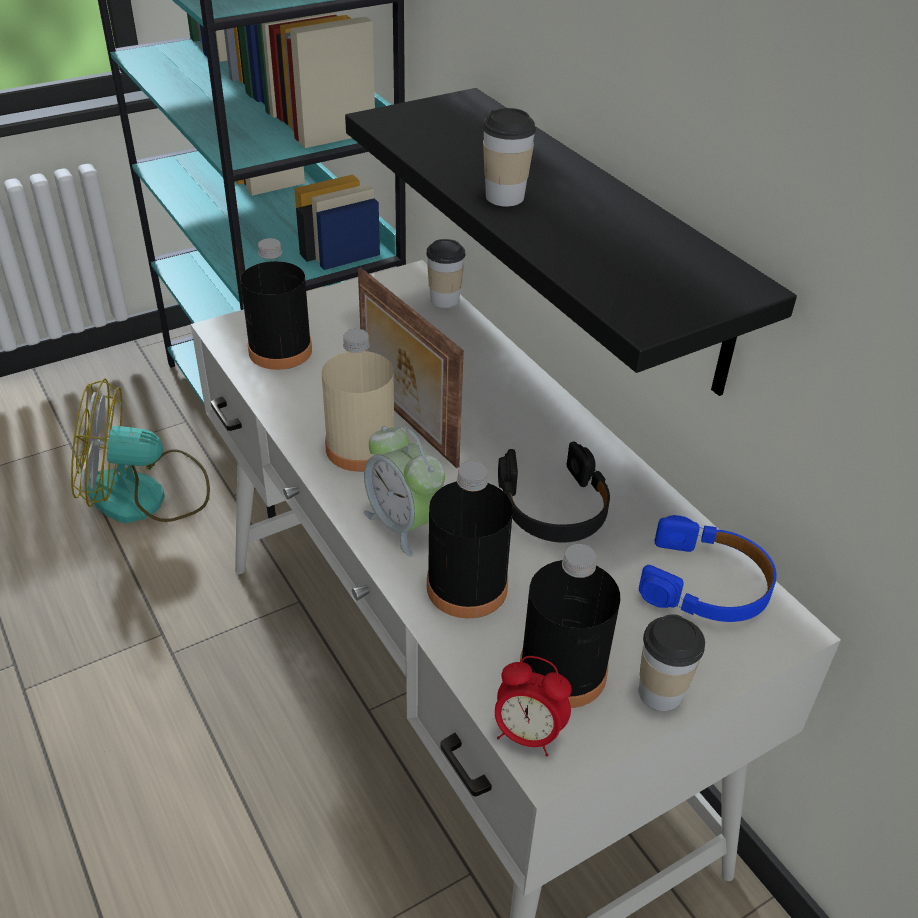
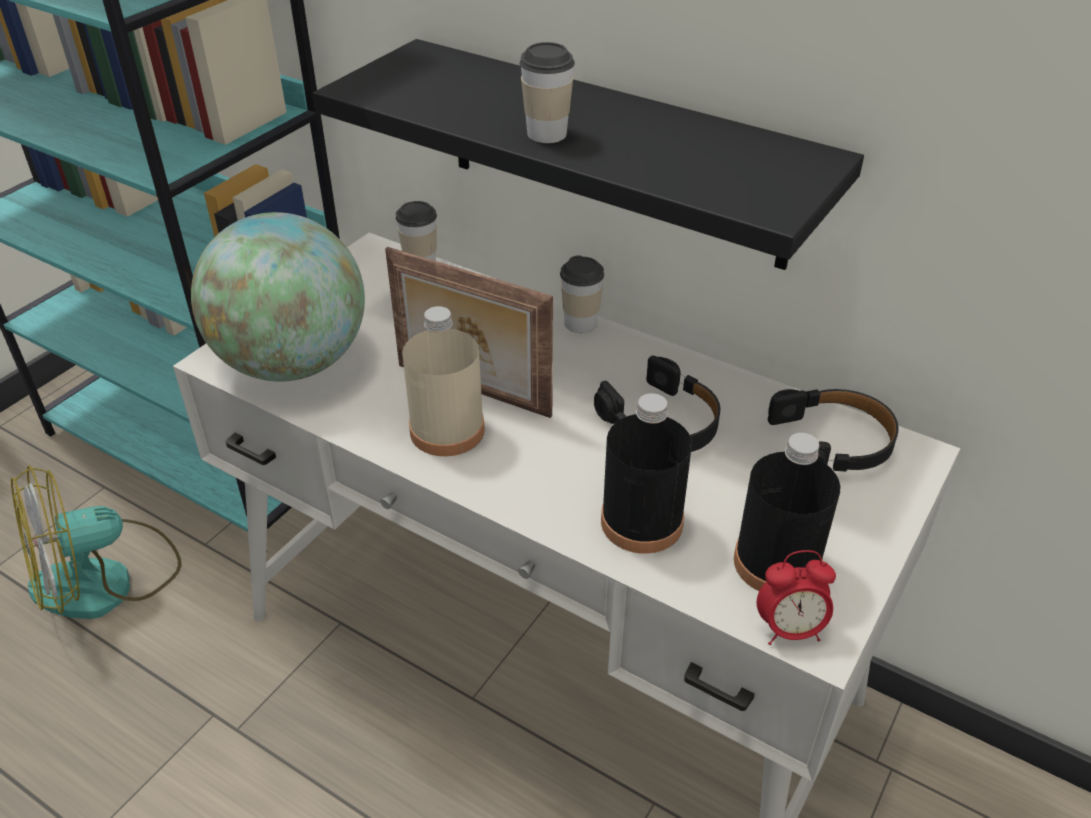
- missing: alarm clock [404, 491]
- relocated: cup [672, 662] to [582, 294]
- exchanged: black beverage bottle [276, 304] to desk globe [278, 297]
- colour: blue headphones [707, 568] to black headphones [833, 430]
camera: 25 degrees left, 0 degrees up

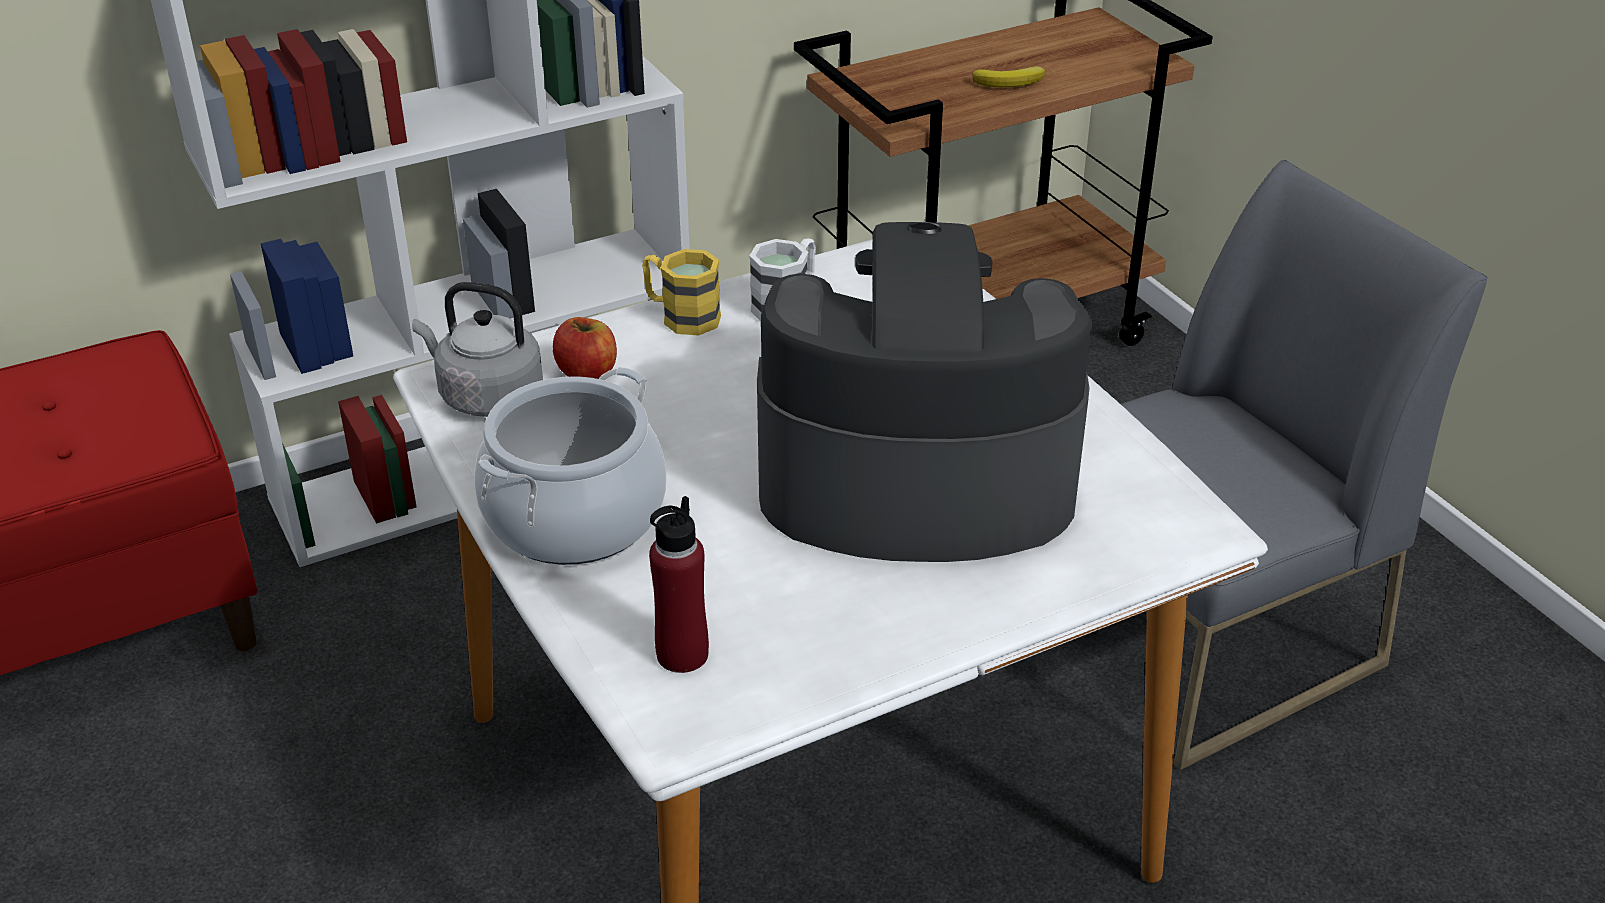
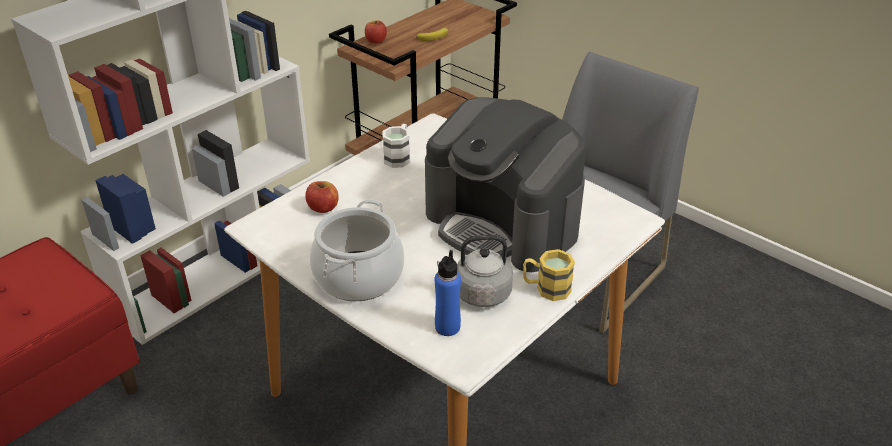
- appeared: apple fruit [376, 32]
- relocated: greyish water kettle [477, 349] to [475, 271]
- relocated: yellow tea mug [681, 292] to [549, 275]
- colour: reddish beverage bottle [679, 584] to blue beverage bottle [448, 293]
- spun: coffee maker [924, 392] = [505, 184] 120 degrees counterclockwise
camera: 20 degrees left, 0 degrees up

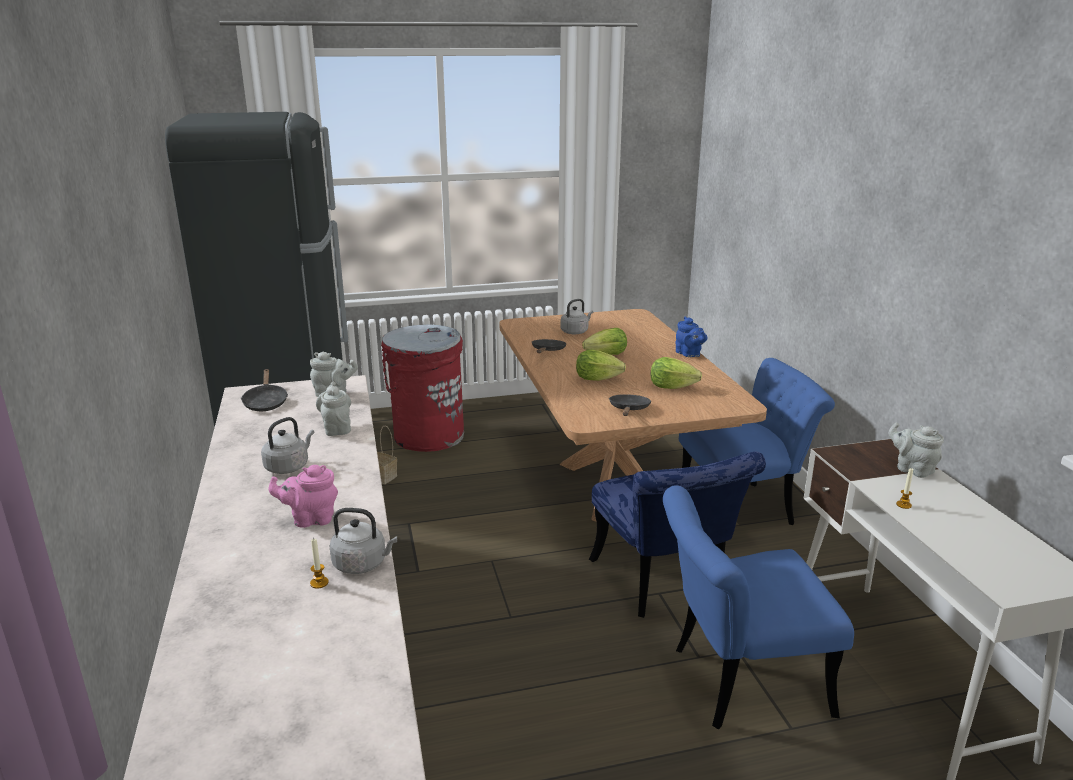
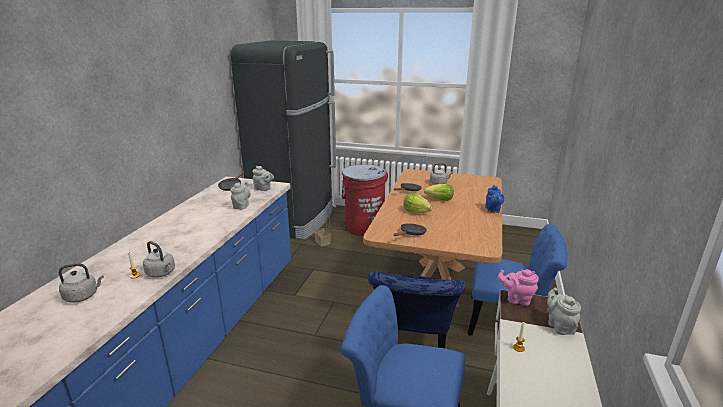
- missing: lettuce [676, 373]
- relocated: greyish water kettle [287, 445] to [81, 283]
- relocated: pink pot for tea [303, 496] to [518, 287]
camera: 30 degrees right, 0 degrees up

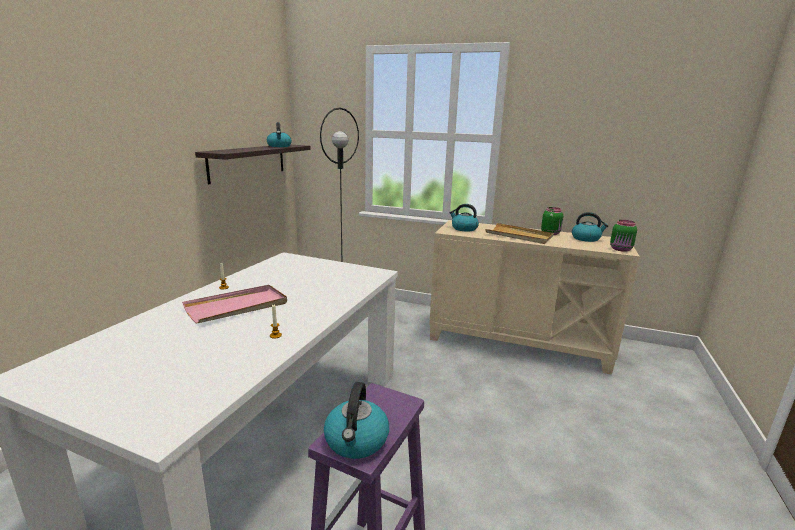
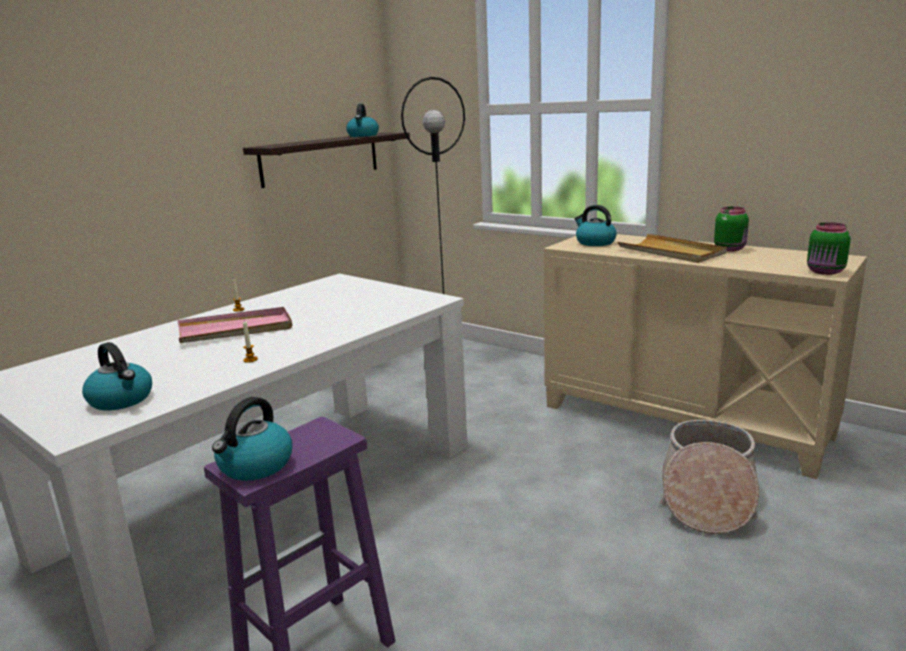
- appeared: storage basket [709, 477]
- relocated: water kettle [590, 227] to [117, 376]
camera: 20 degrees right, 0 degrees up

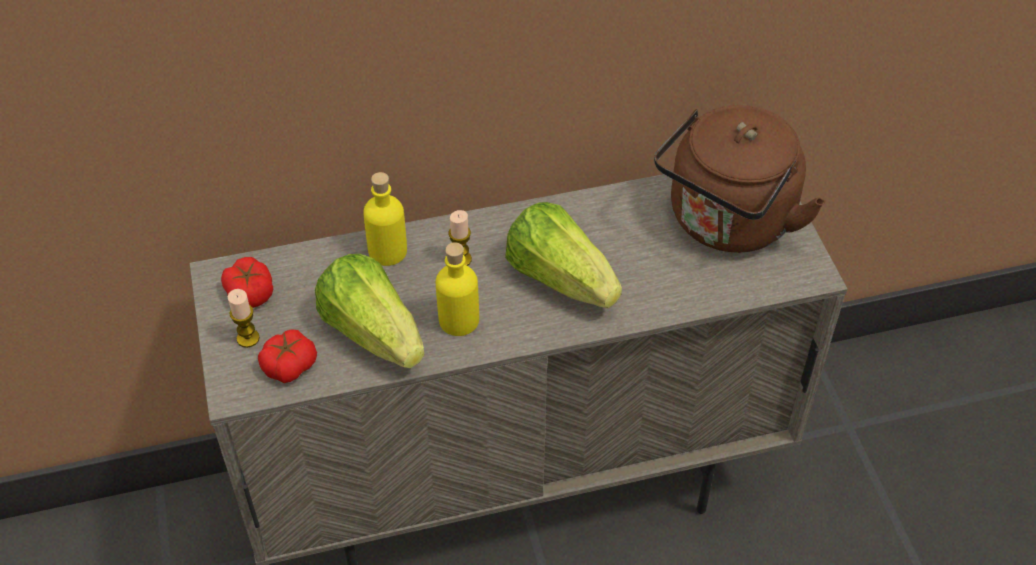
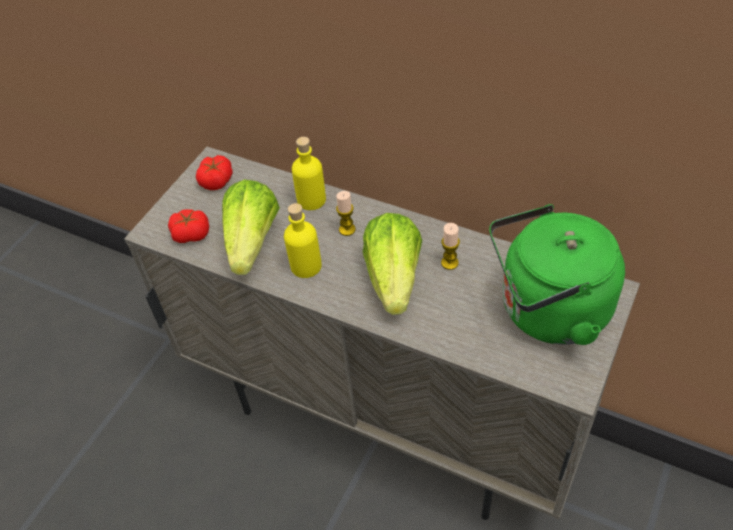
- relocated: candle [244, 318] to [450, 246]
- colour: brown water kettle [740, 179] to green water kettle [557, 274]
camera: 45 degrees right, 0 degrees up

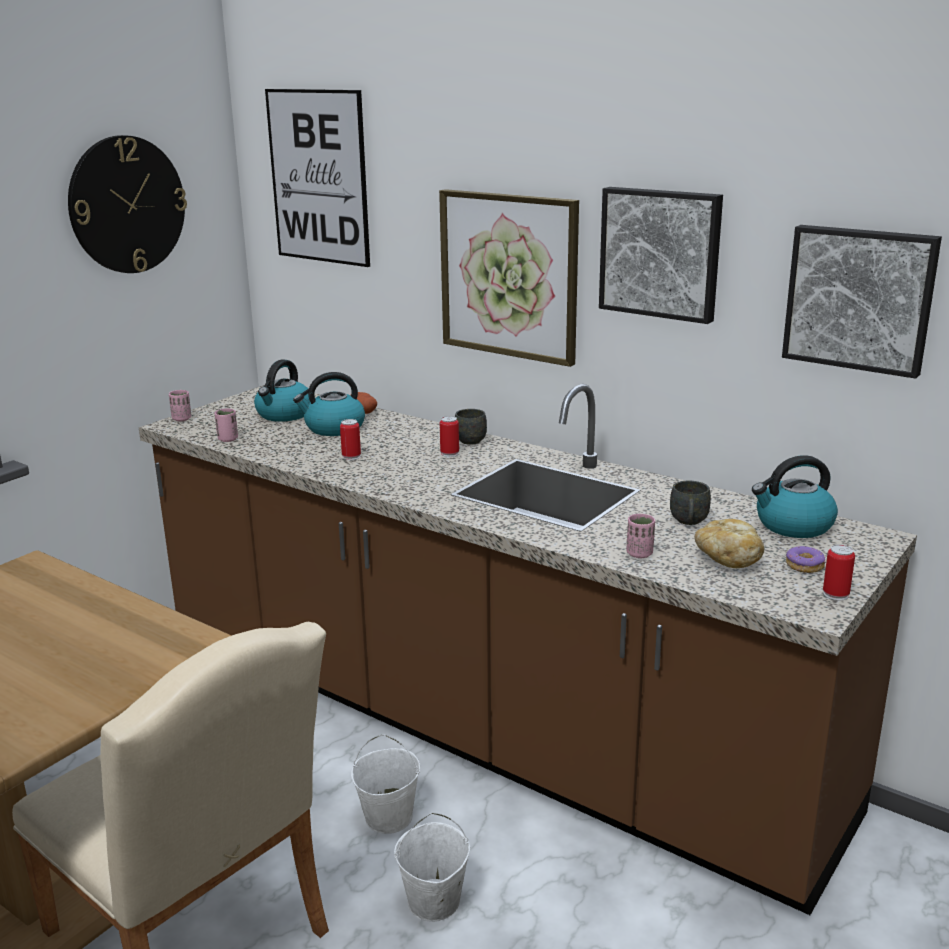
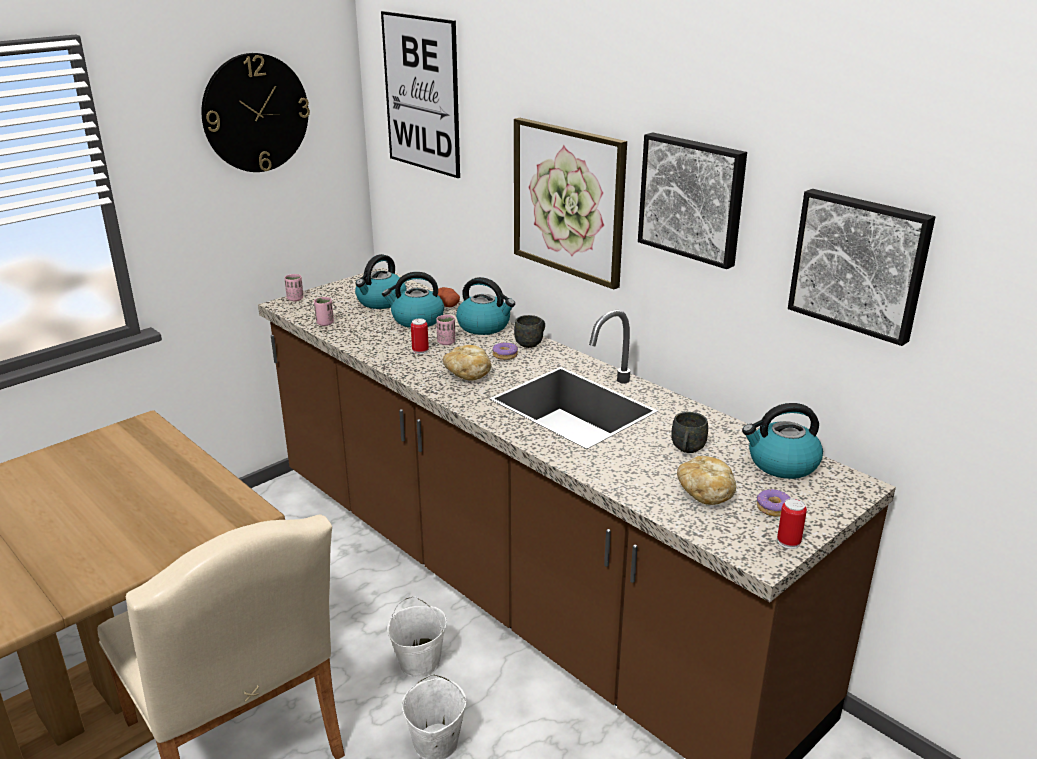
- appeared: bread [467, 363]
- appeared: water kettle [485, 306]
- relocated: pink cup [640, 536] to [445, 330]
- exchanged: can [449, 436] to donut [505, 351]
camera: 10 degrees right, 5 degrees up

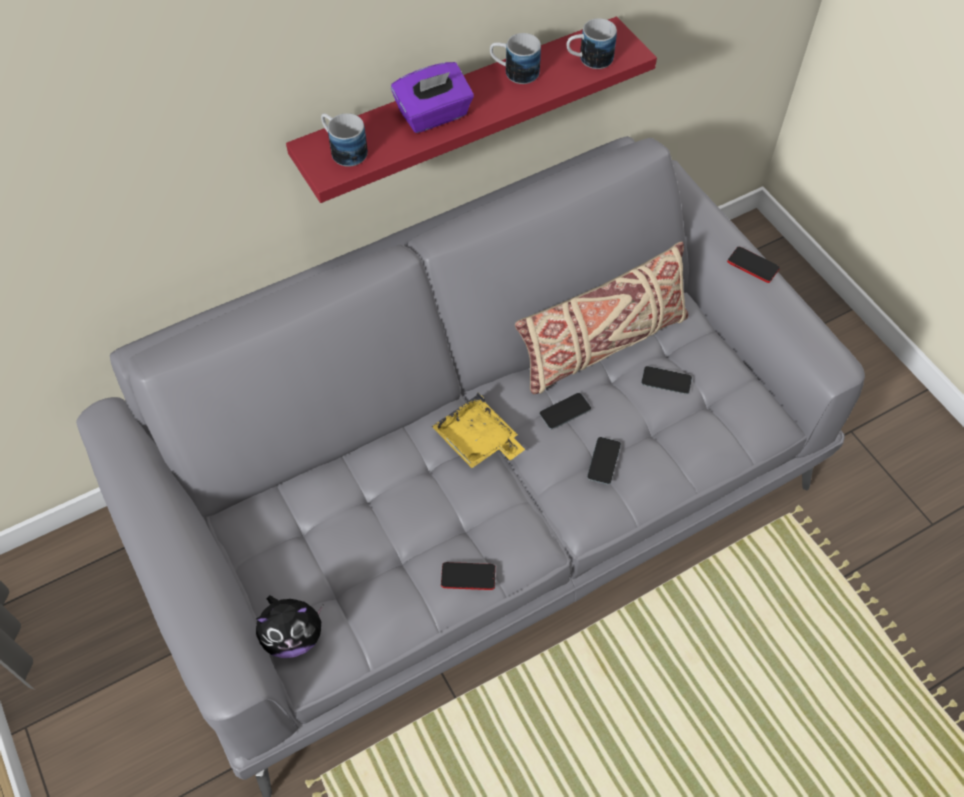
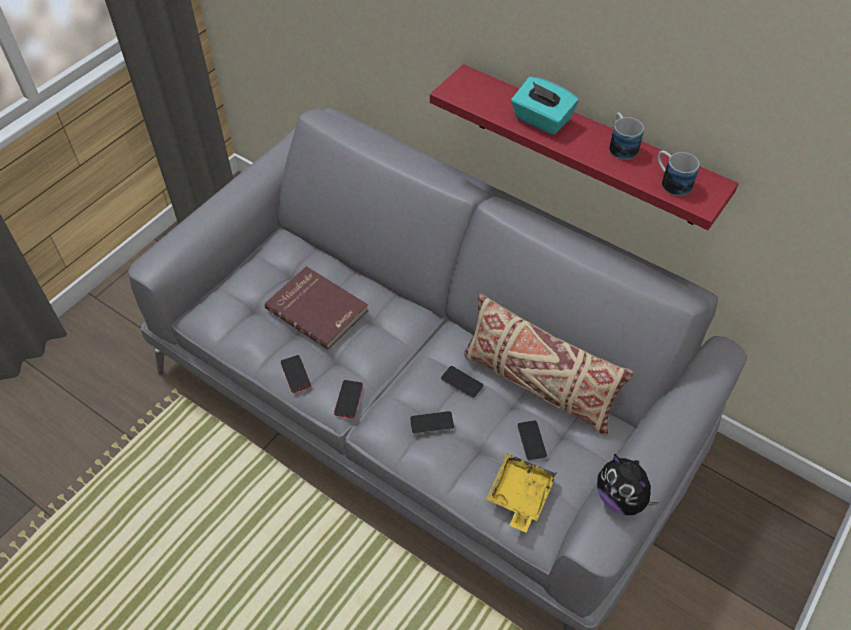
- missing: tea mug [344, 140]
- appeared: reddish volume [316, 308]
- relocated: plush toy [290, 626] to [628, 484]
- relocated: yellow carrying tray [478, 430] to [521, 492]
- relocated: telephone [753, 265] to [348, 399]
- colour: purple tissue box [432, 97] to turquoise-coloured tissue box [544, 106]
camera: 65 degrees right, 5 degrees down

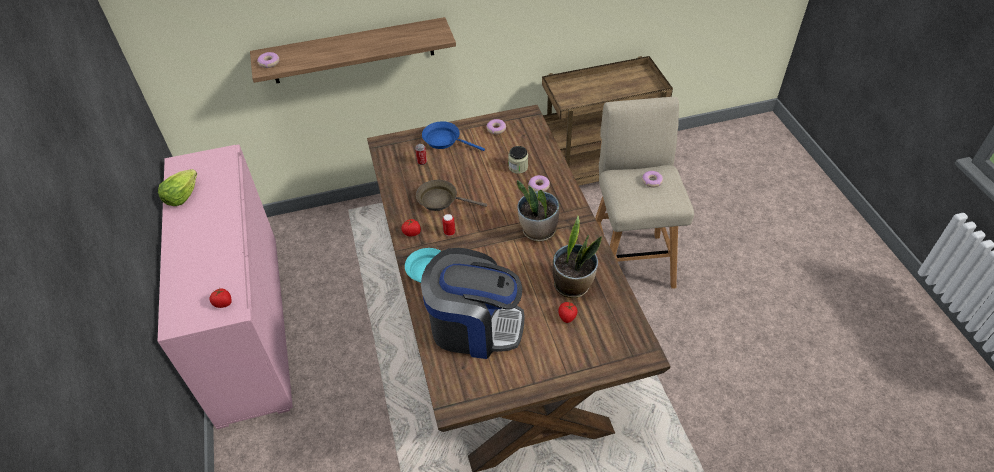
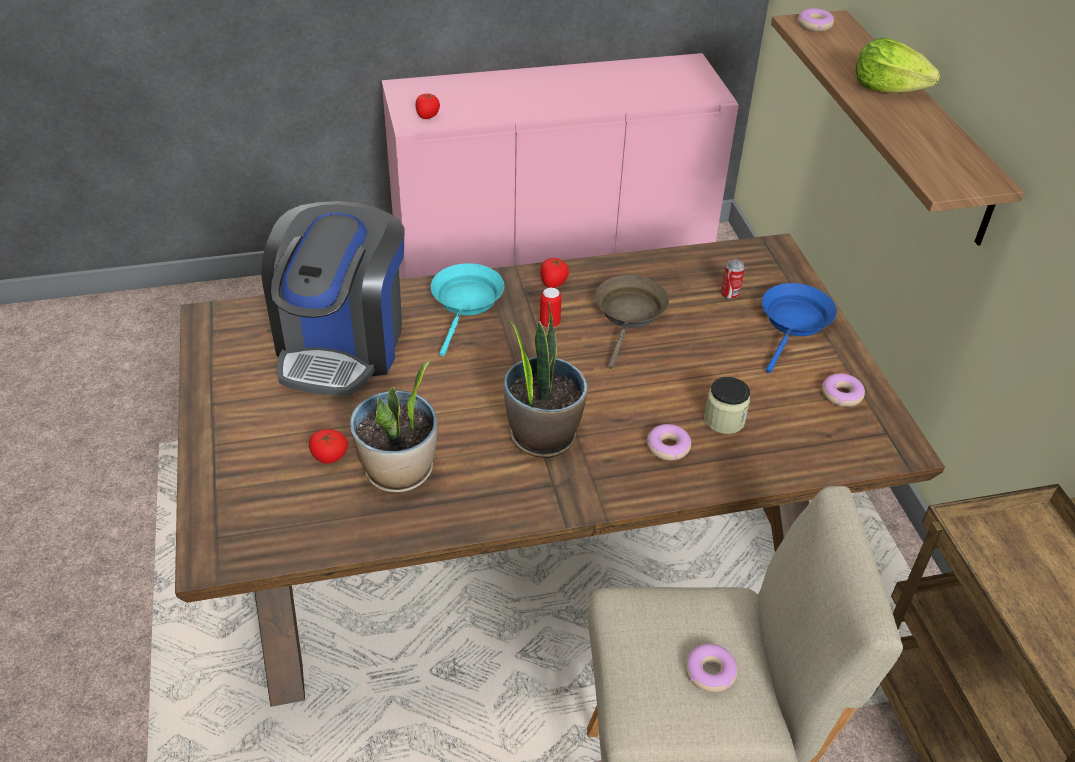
- relocated: lettuce [177, 187] to [897, 65]
camera: 90 degrees right, 5 degrees down

